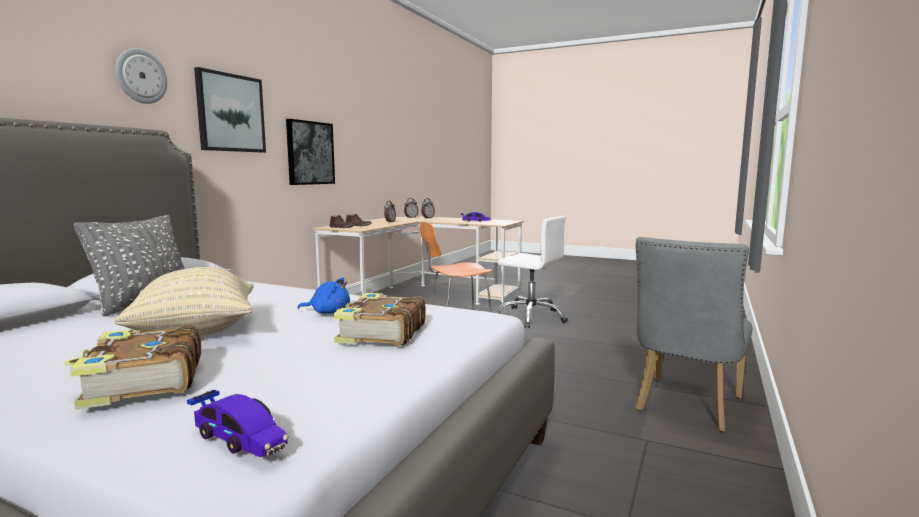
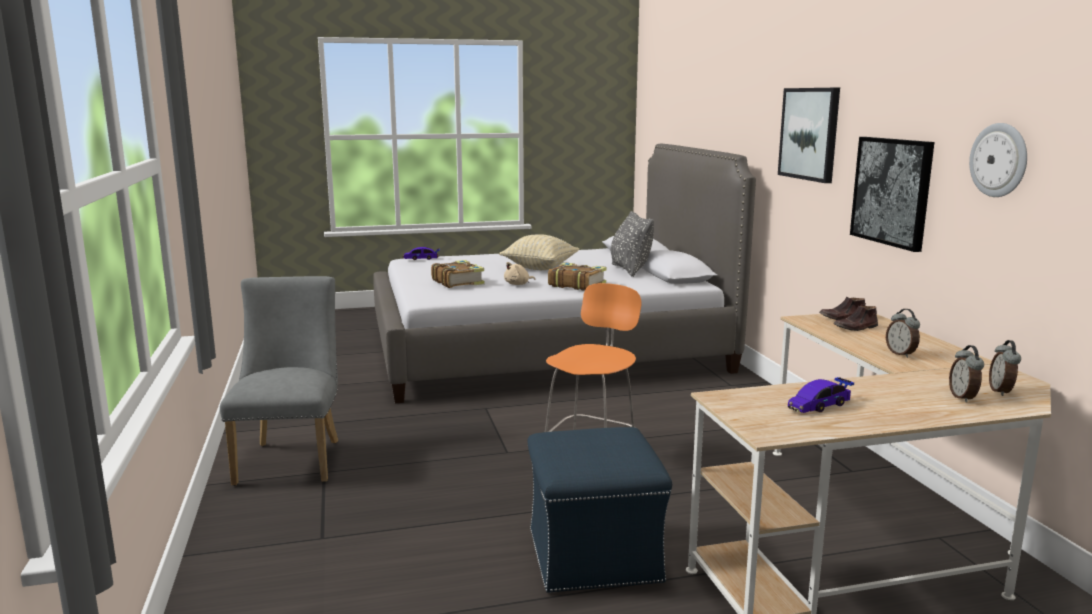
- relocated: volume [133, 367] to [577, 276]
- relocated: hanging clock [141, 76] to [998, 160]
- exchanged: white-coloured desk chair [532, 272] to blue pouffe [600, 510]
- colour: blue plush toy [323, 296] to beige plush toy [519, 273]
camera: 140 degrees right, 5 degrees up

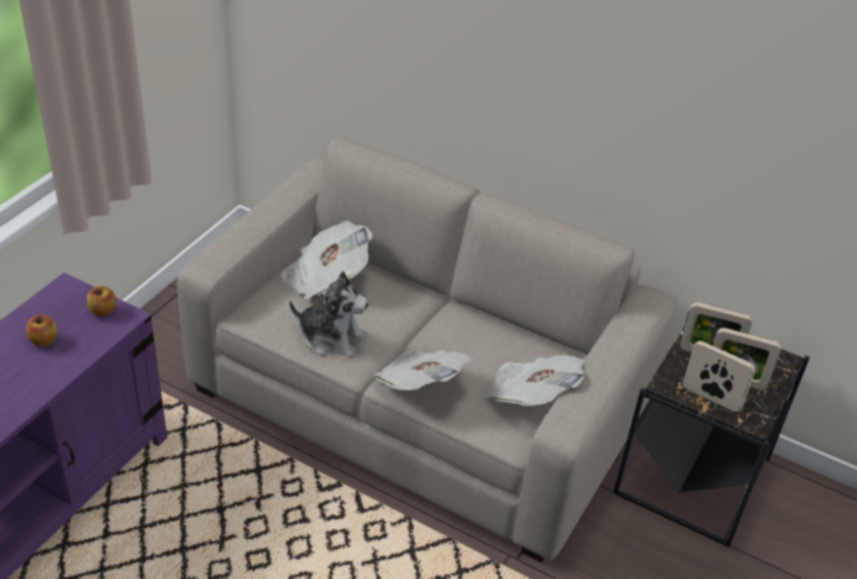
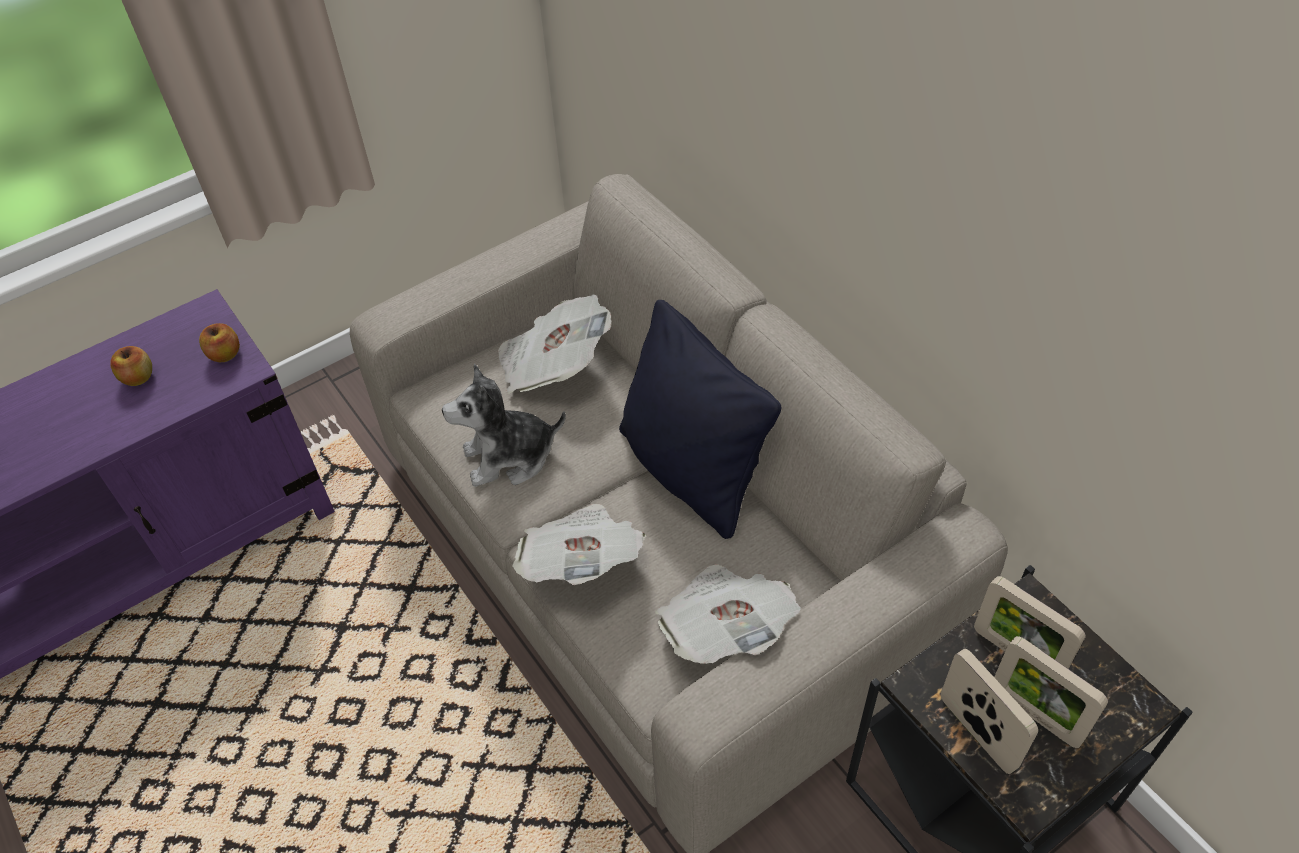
- appeared: black cushion [700, 419]
- spun: plush toy [328, 314] = [504, 425] 120 degrees clockwise
camera: 30 degrees right, 10 degrees up

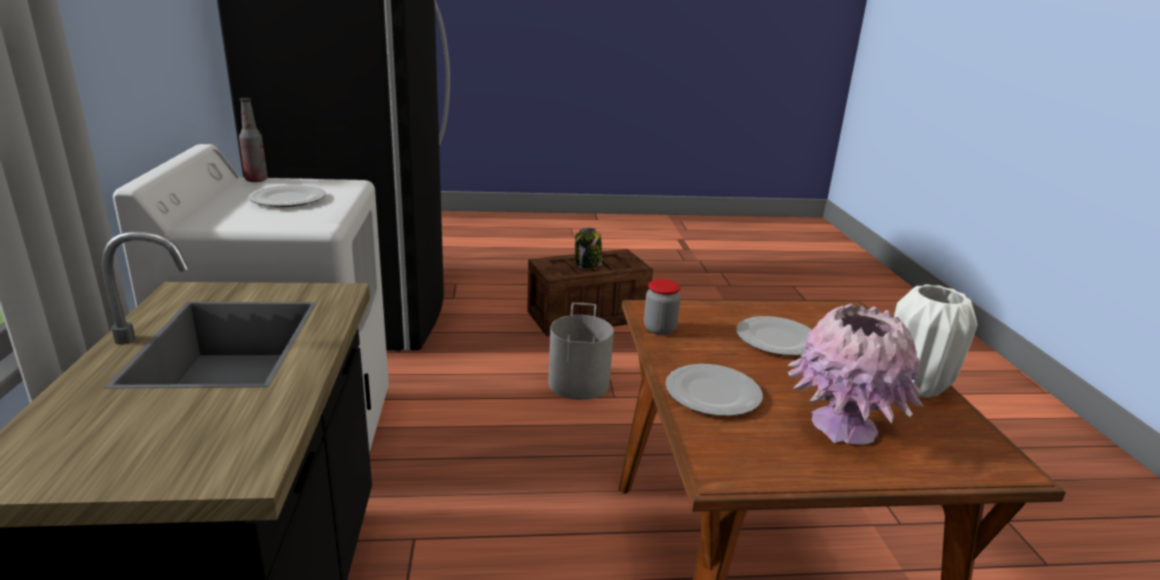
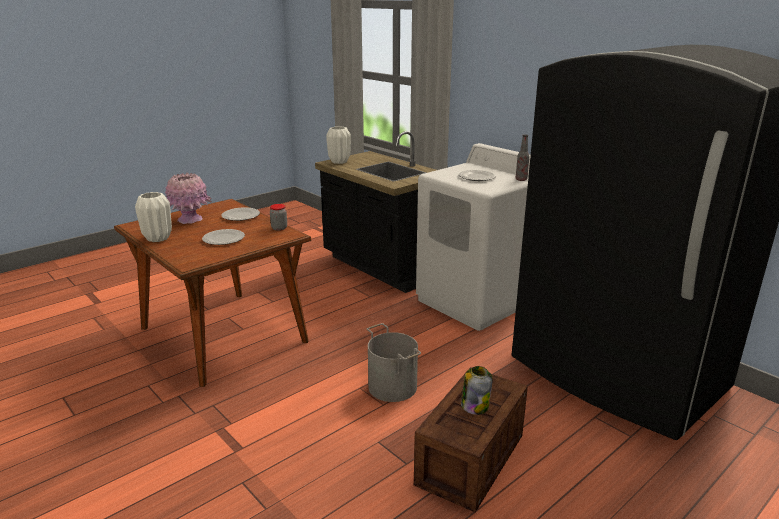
- appeared: white-coloured vase [338, 145]
camera: 145 degrees right, 0 degrees up

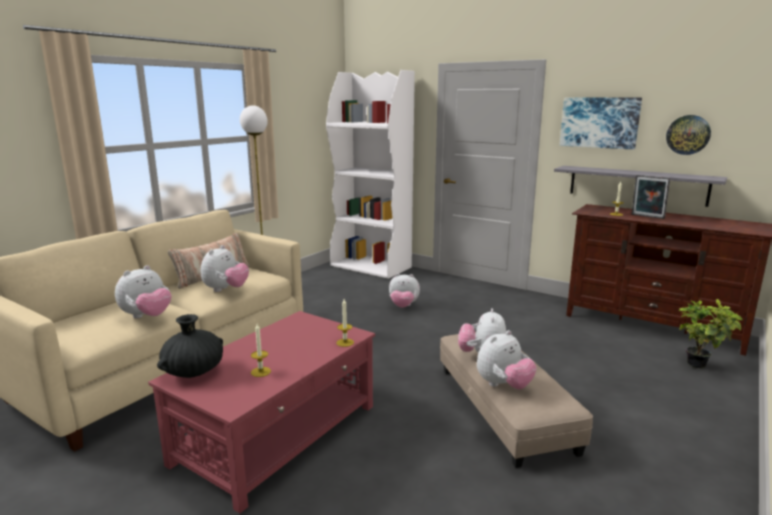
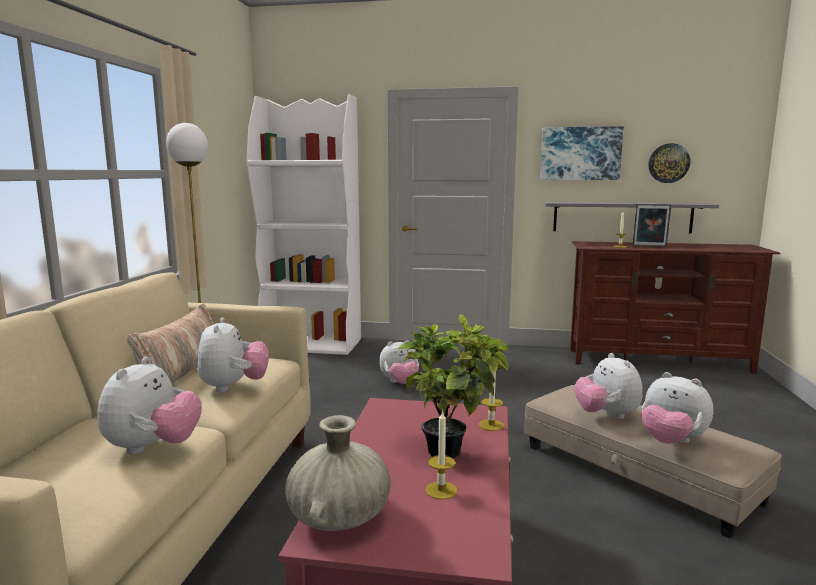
- relocated: potted plant [711, 334] to [453, 387]
- colour: black vase [190, 346] to beige vase [338, 473]
- spun: plush toy [507, 359] = [677, 408] 105 degrees clockwise
camera: 25 degrees left, 5 degrees down

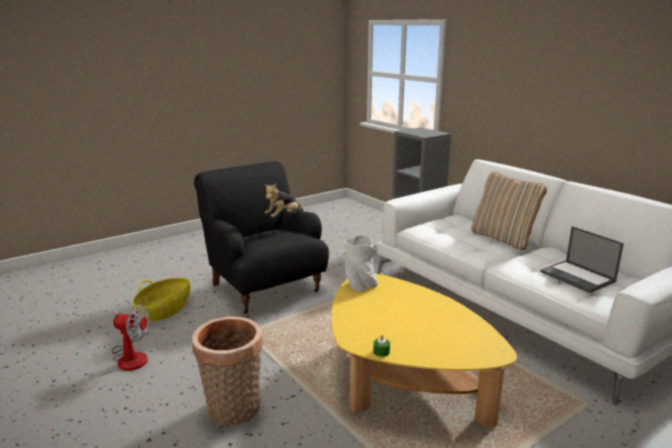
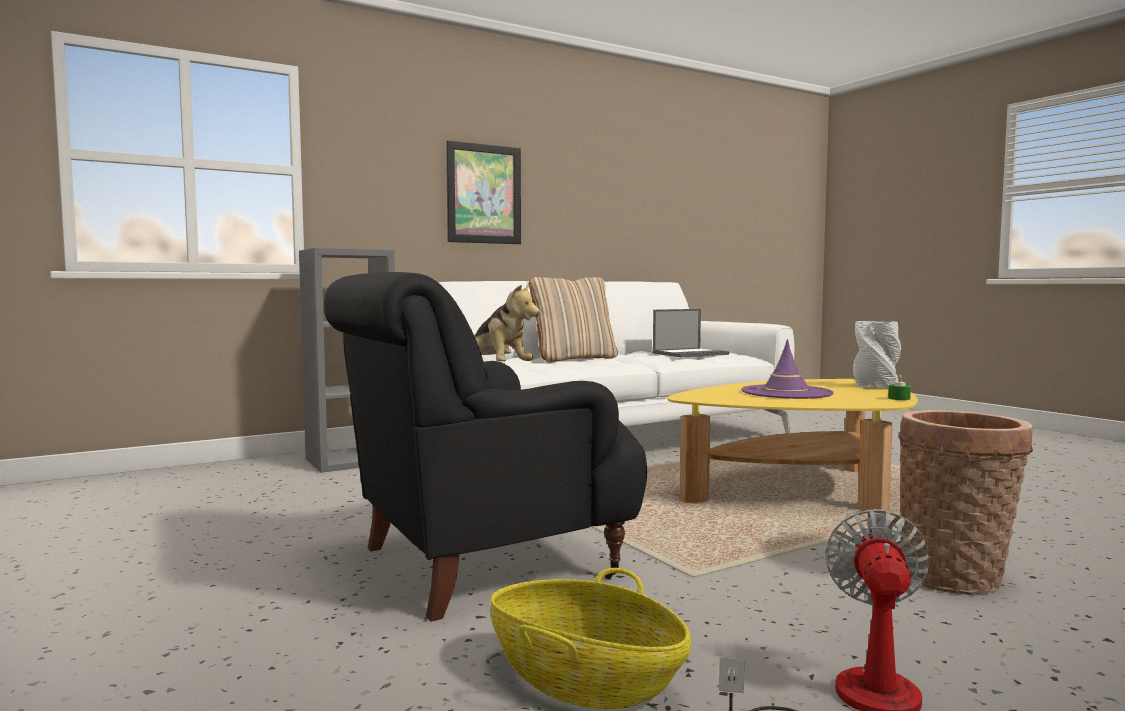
- appeared: wall art [483, 192]
- appeared: purple clothing hat [787, 369]
- relocated: greyish vase [361, 263] to [877, 354]
camera: 85 degrees left, 15 degrees down

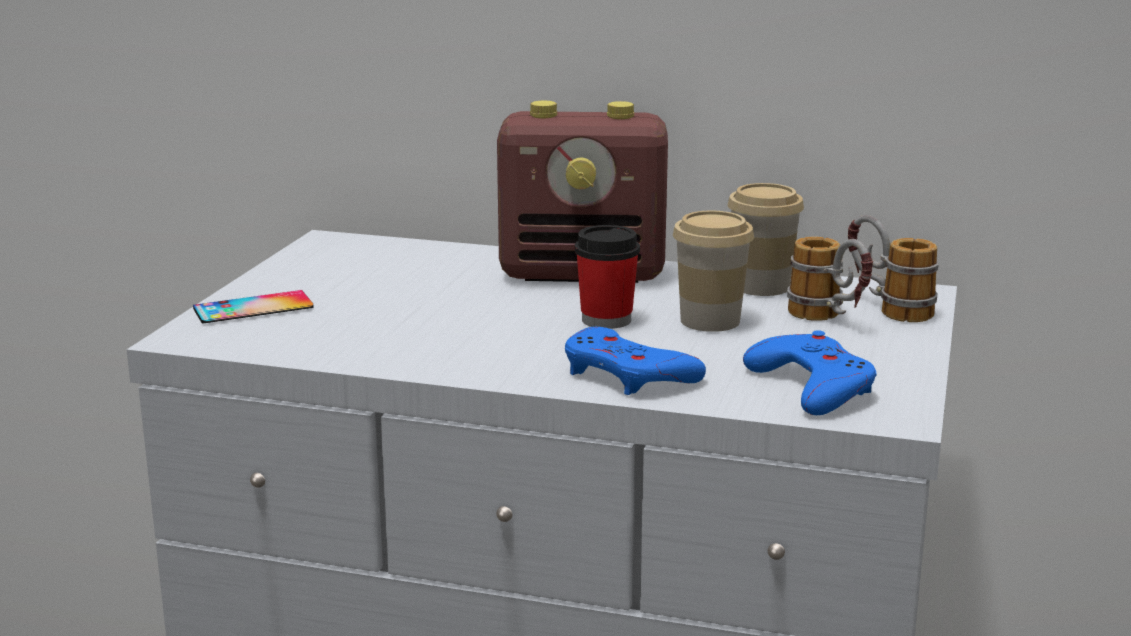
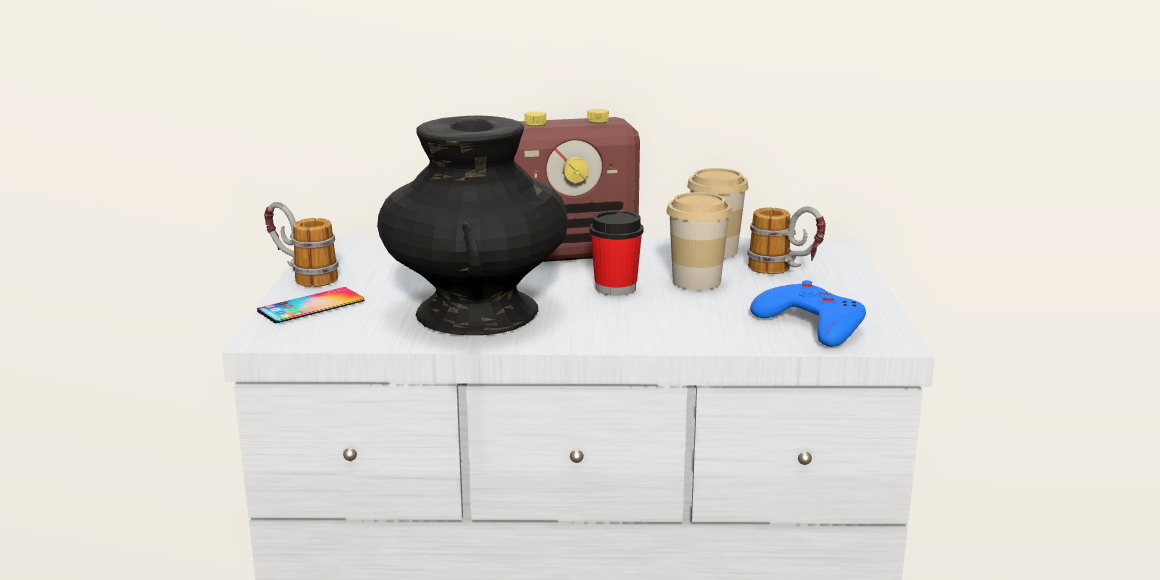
- missing: blue game controller [635, 361]
- appeared: black vase [472, 225]
- relocated: tea mug [893, 268] to [301, 244]
camera: 15 degrees left, 0 degrees up

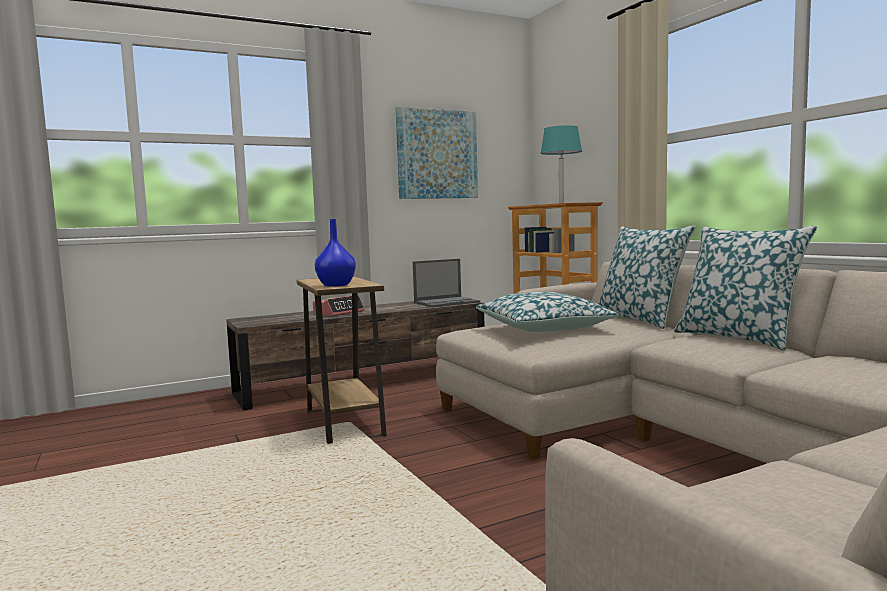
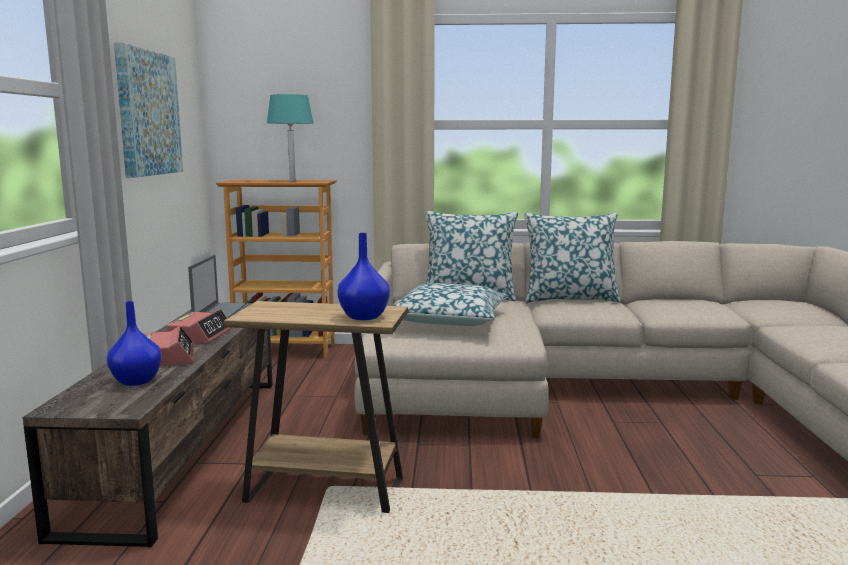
- appeared: blue vase [134, 343]
- appeared: alarm clock [199, 326]
camera: 60 degrees left, 5 degrees up

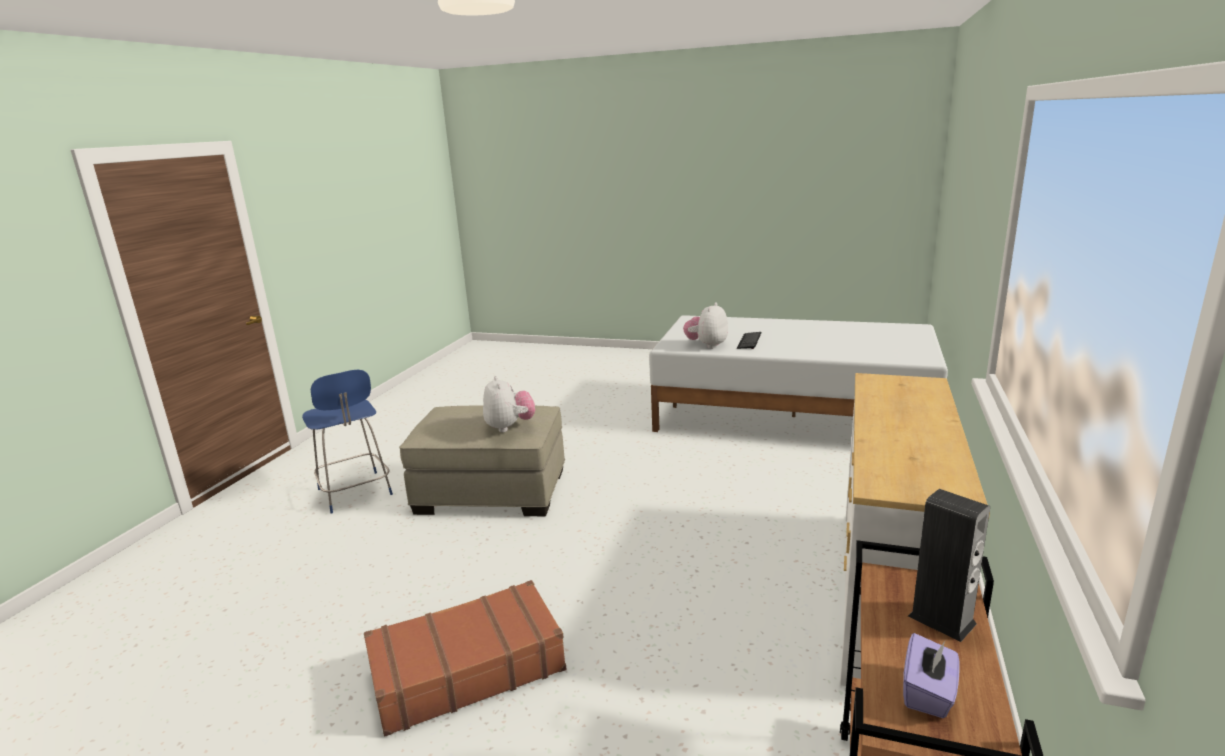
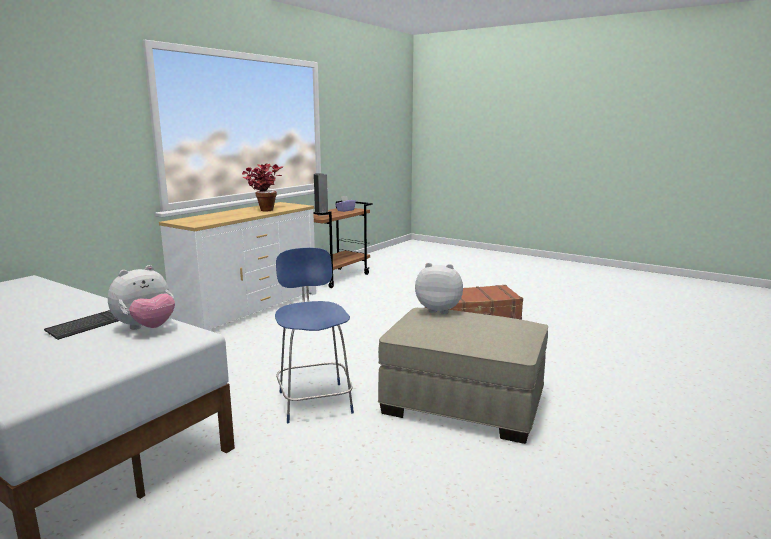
- appeared: potted plant [263, 187]
- relocated: blue chair [347, 442] to [314, 335]
- spun: plush toy [509, 404] = [439, 288] 105 degrees clockwise
camera: 165 degrees left, 5 degrees down

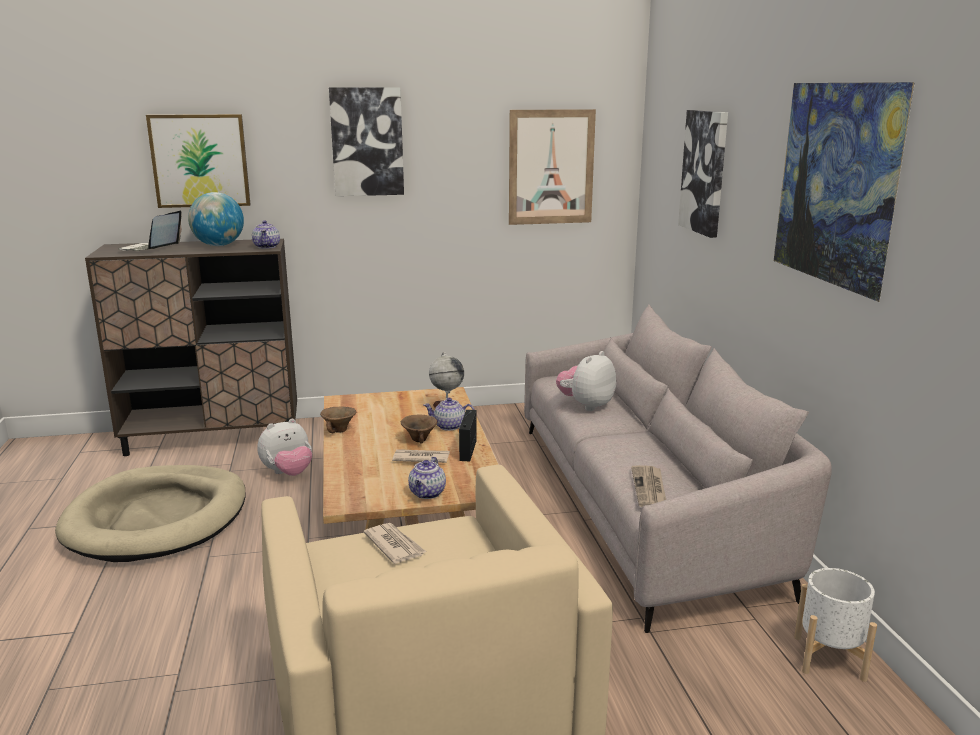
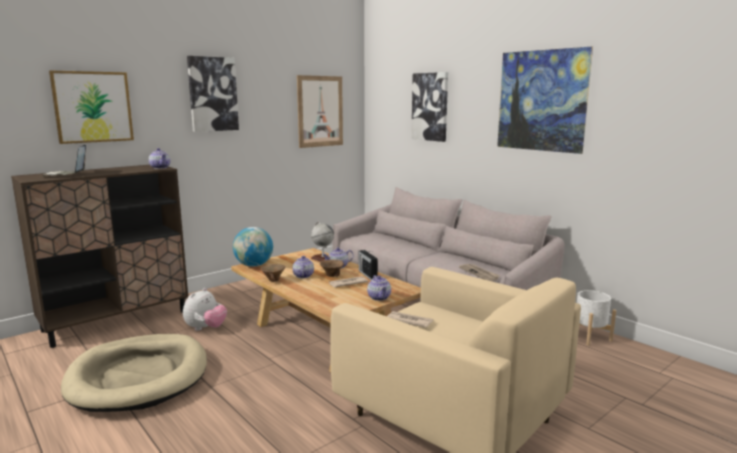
- missing: plush toy [586, 381]
- appeared: pot for tea [303, 267]
- relocated: desk globe [216, 219] to [253, 247]
camera: 30 degrees left, 5 degrees down

